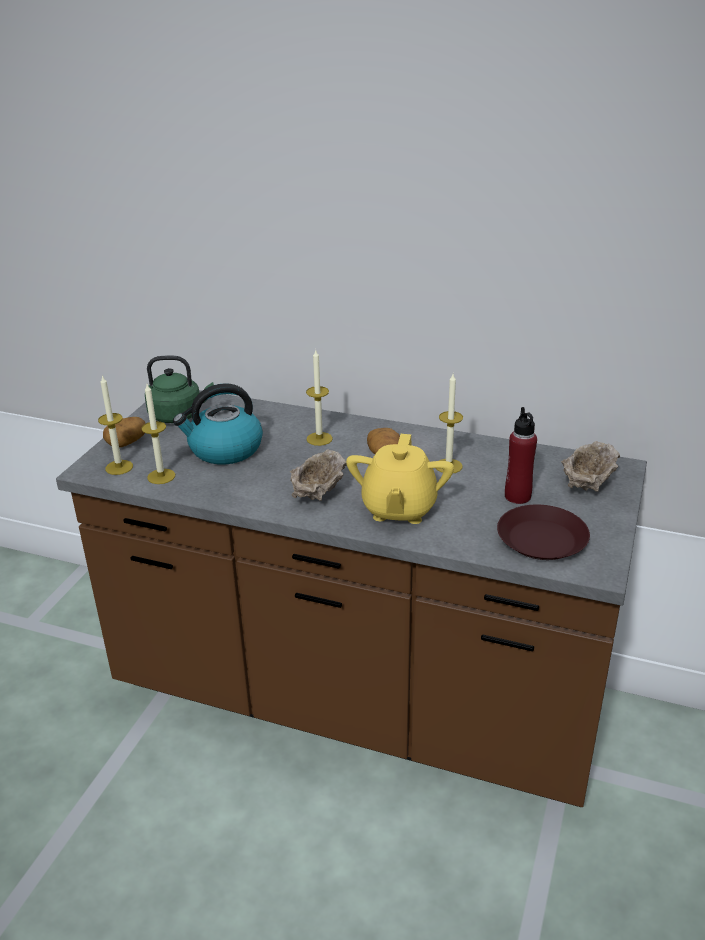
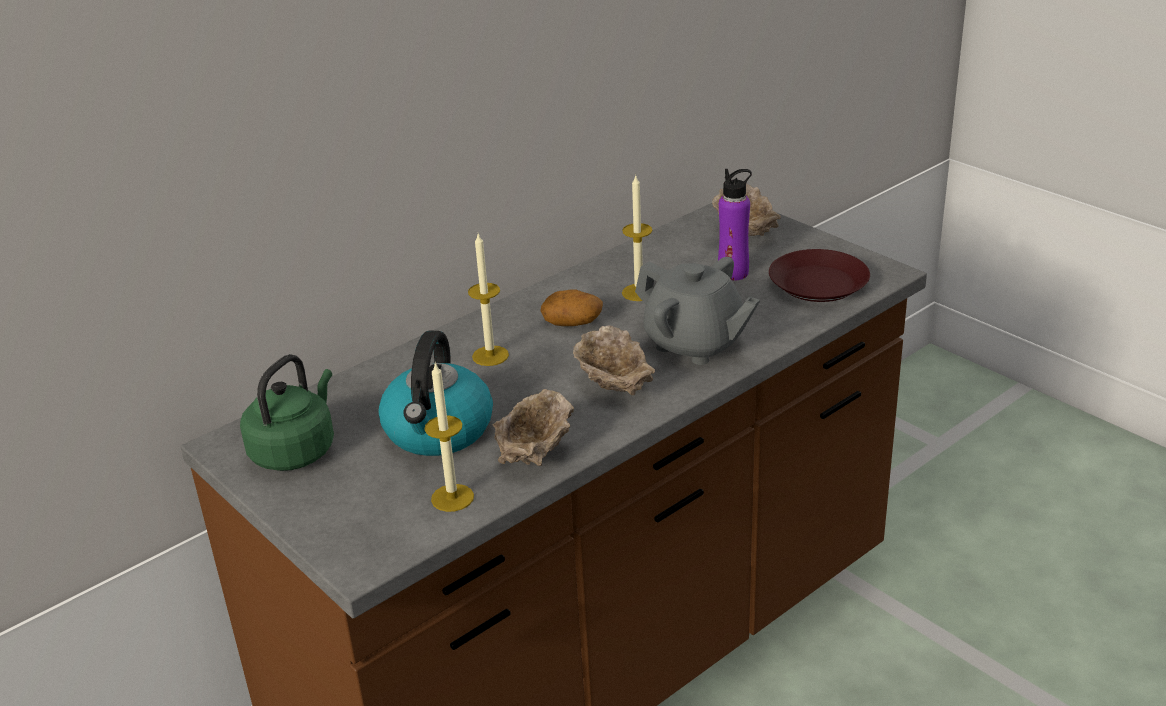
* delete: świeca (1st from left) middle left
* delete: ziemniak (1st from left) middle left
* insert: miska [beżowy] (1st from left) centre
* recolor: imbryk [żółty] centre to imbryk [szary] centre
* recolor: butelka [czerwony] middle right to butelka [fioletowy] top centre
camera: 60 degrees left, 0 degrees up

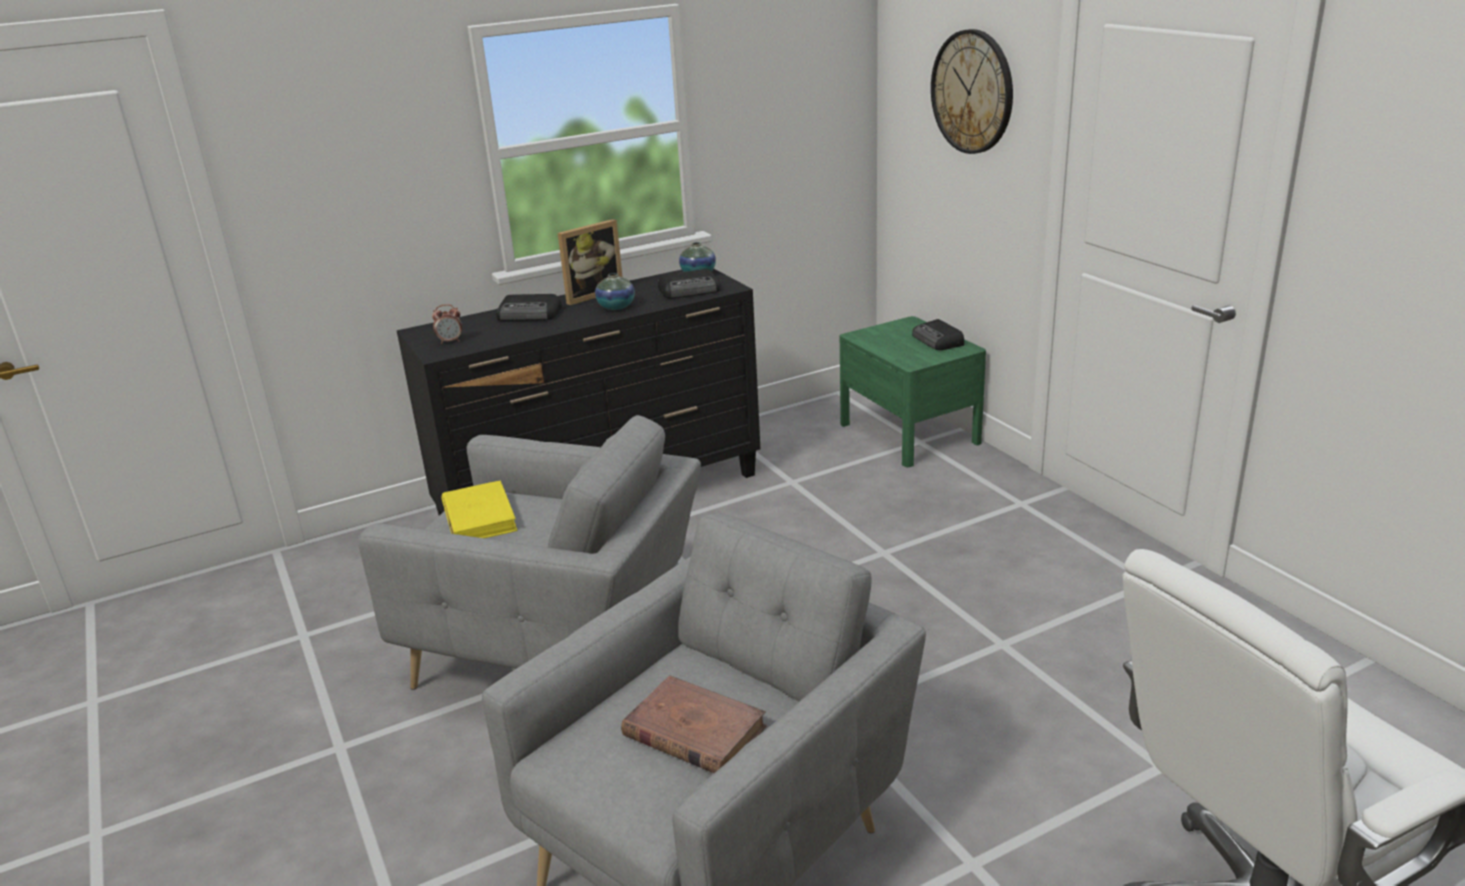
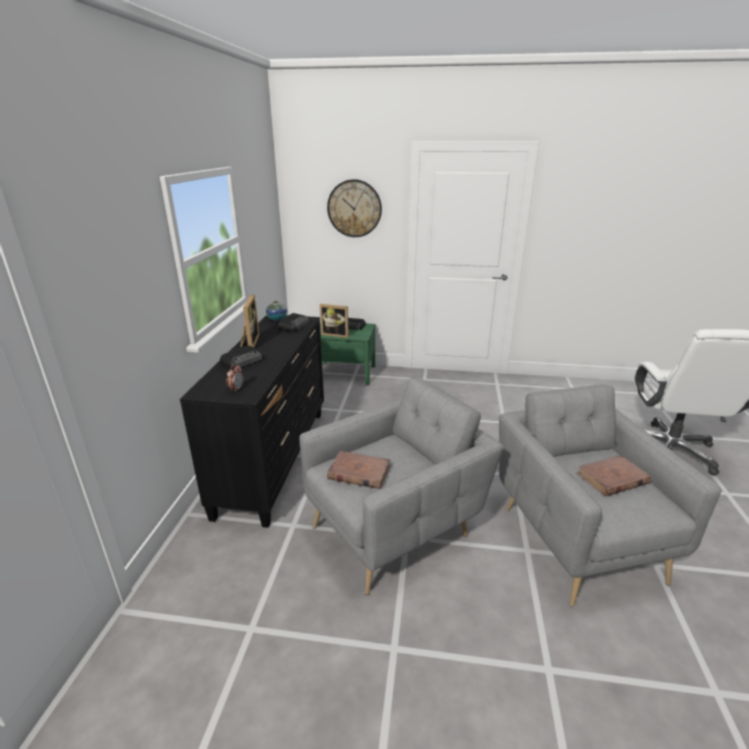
* delete: wazon (1st from left) top centre
* insert: ramka na zdjęcie (2nd from left) centre
* recolor: książka [żółty] middle left to książka [brązowy] (1st from left) centre
camera: 55 degrees left, 0 degrees up

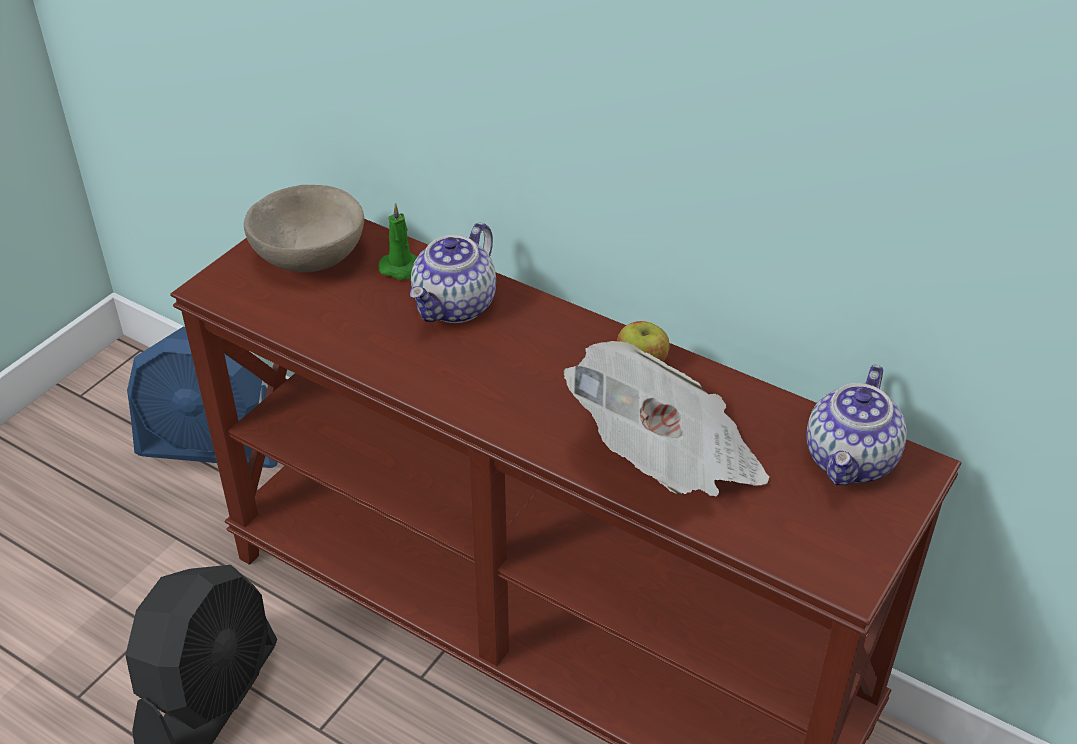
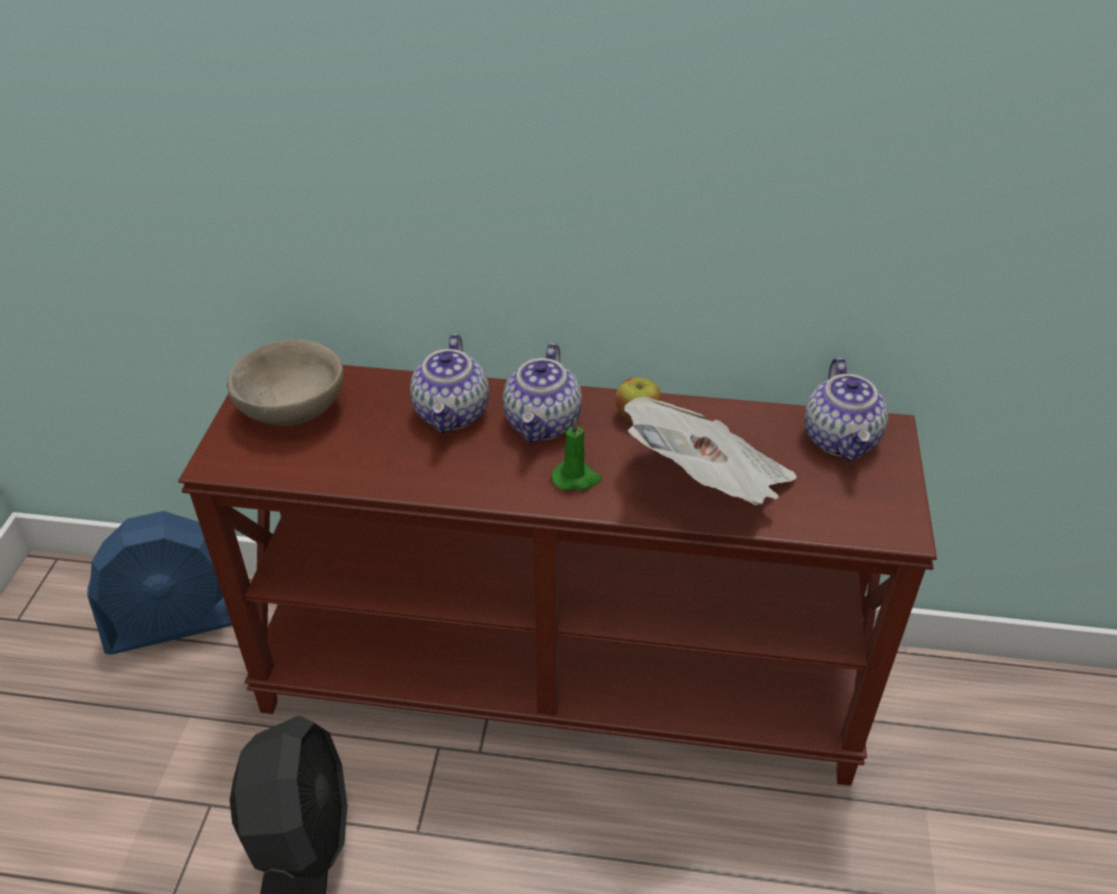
* insert: imbryk (2nd from left) centre
* move: świeca [zielony] top centre to centre
camera: 25 degrees left, 0 degrees up

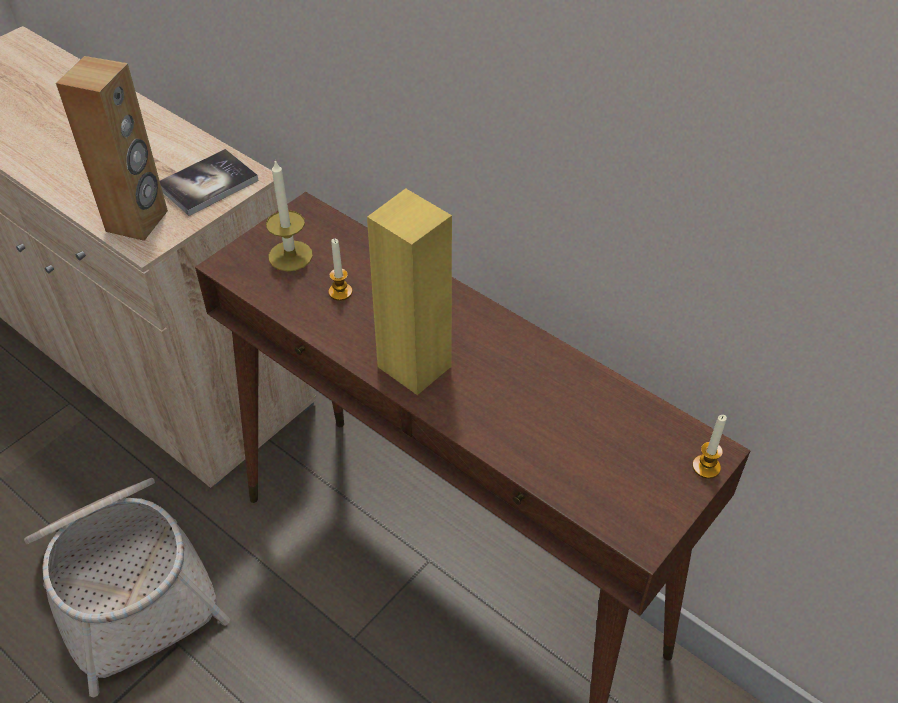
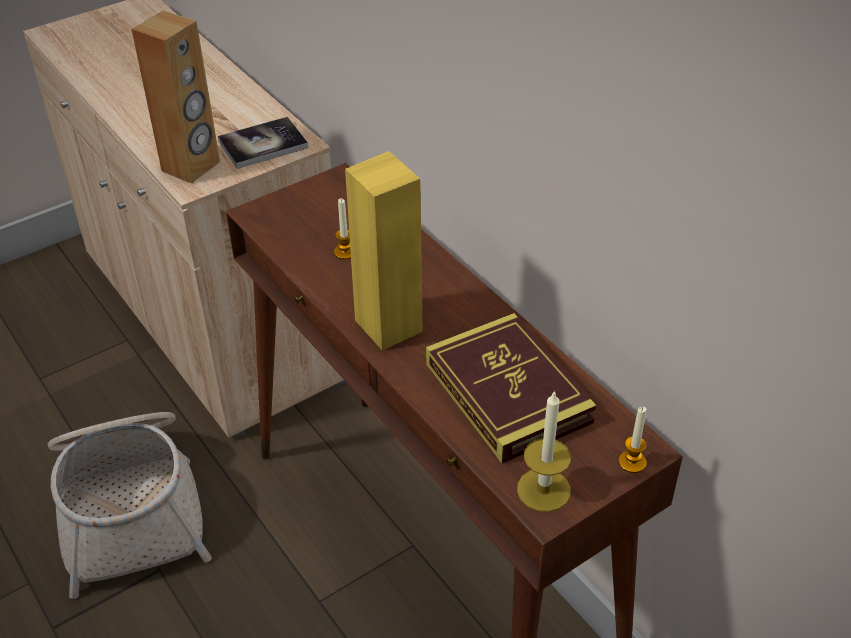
* insert: książka (2nd from left) centre
* move: świeca (1st from left in the first image) top left to świeca (2nd from left) bottom centre
camera: 15 degrees right, 5 degrees down

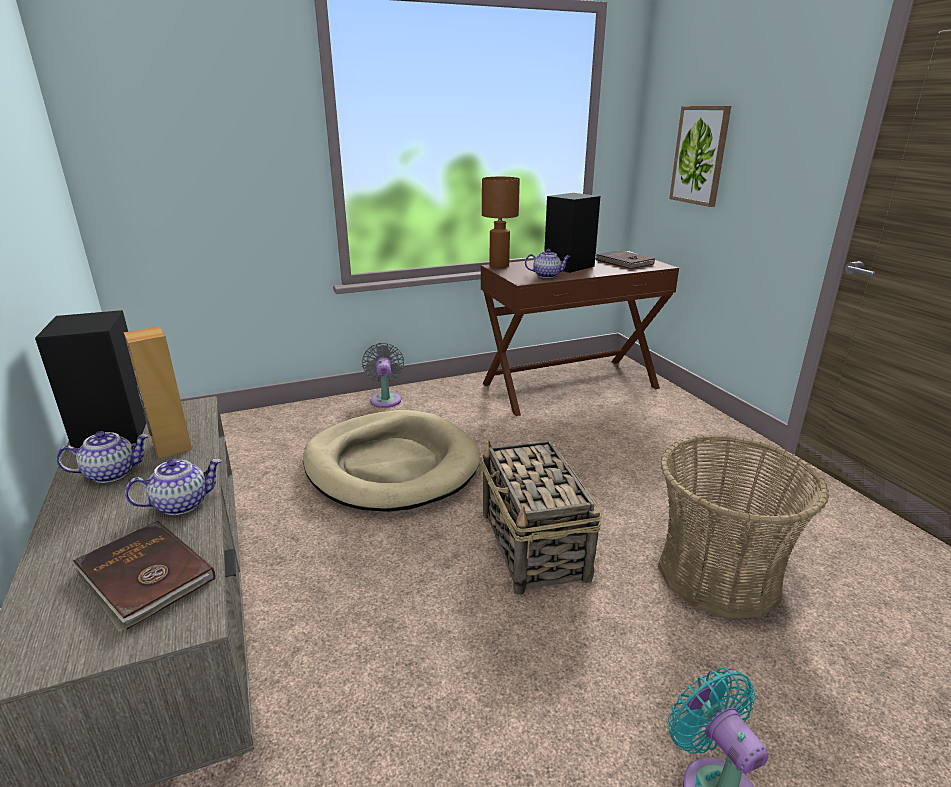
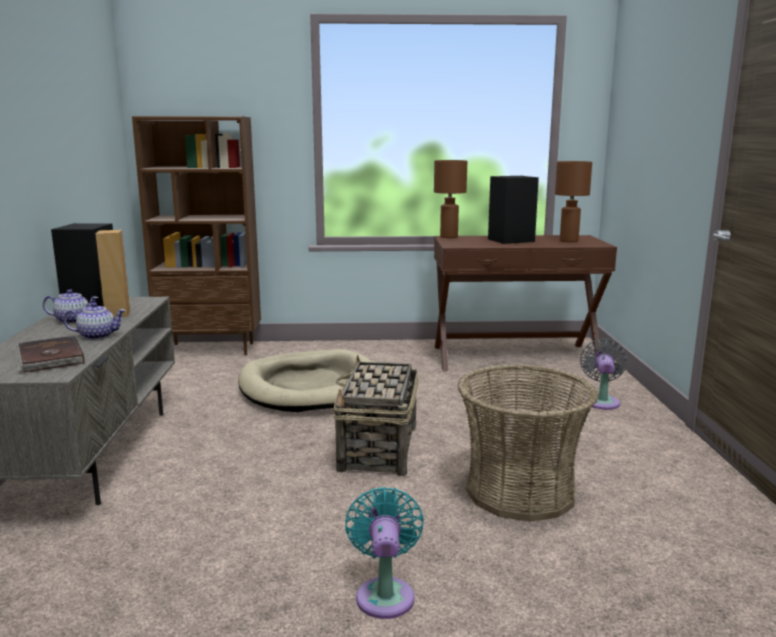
* delete: imbryk (3rd from left) centre
* delete: obraz top right
* insert: regał [brązowy] middle left
* move: wentylator [szary] centre to middle right
* replace: książka [brązowy] (2nd from left) top centre to lampa stołowa [brązowy] (2nd from left) top right
camera: 20 degrees right, 10 degrees down

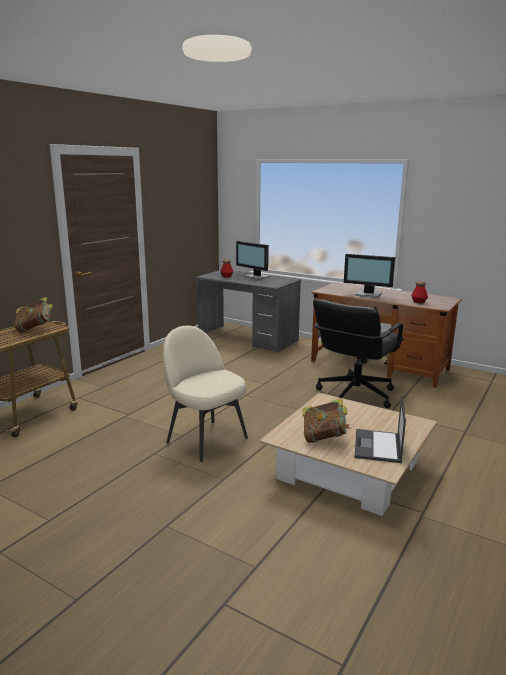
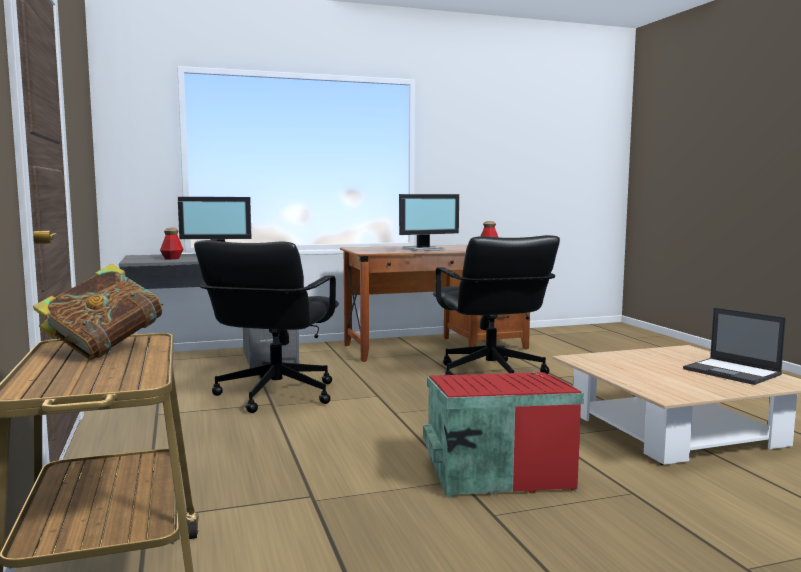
* delete: książka (2nd from left) centre
* insert: krzesło biurowe [czarny] (1st from left) middle left
* replace: krzesło [beżowy] centre to pojemnik do przechowywania [czerwony] bottom centre
camera: 50 degrees left, 10 degrees down

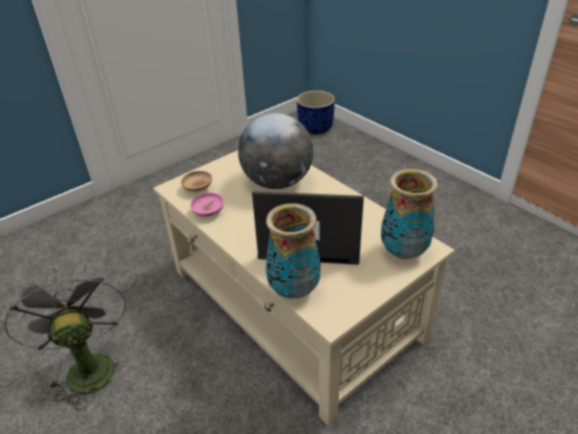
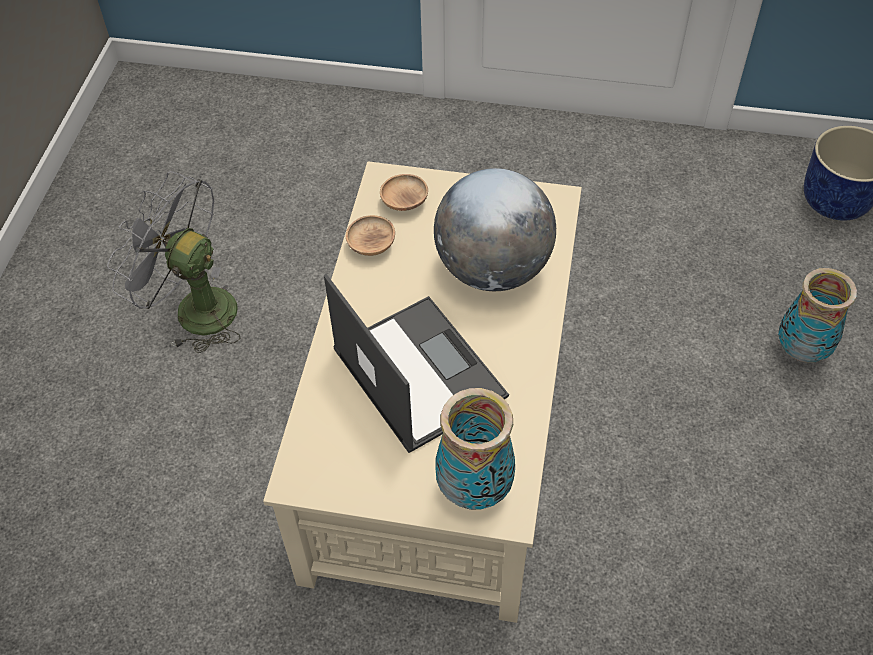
* move: wazon (1st from left in the first image) centre to wazon (2nd from left) middle right
* recolor: miska [różowy] centre to miska [brązowy] (1st from left) centre
* rotate: wentylator [szary] bottom left = middle left 90 degrees counterclockwise
camera: 50 degrees right, 15 degrees up

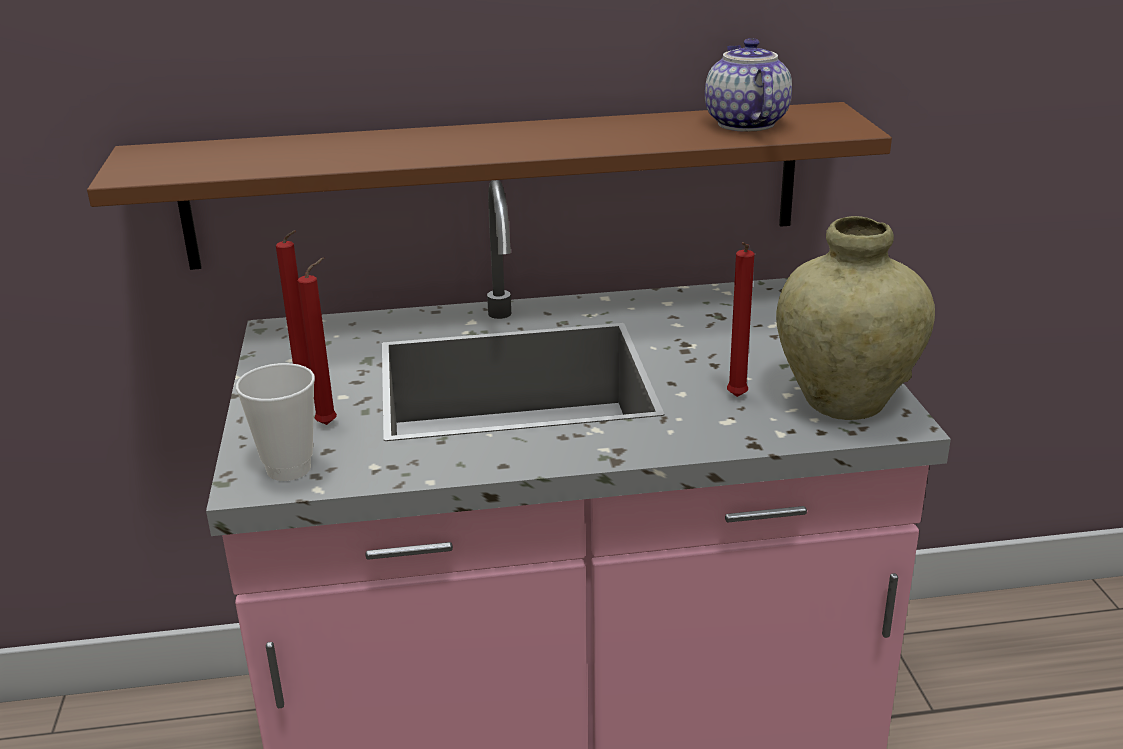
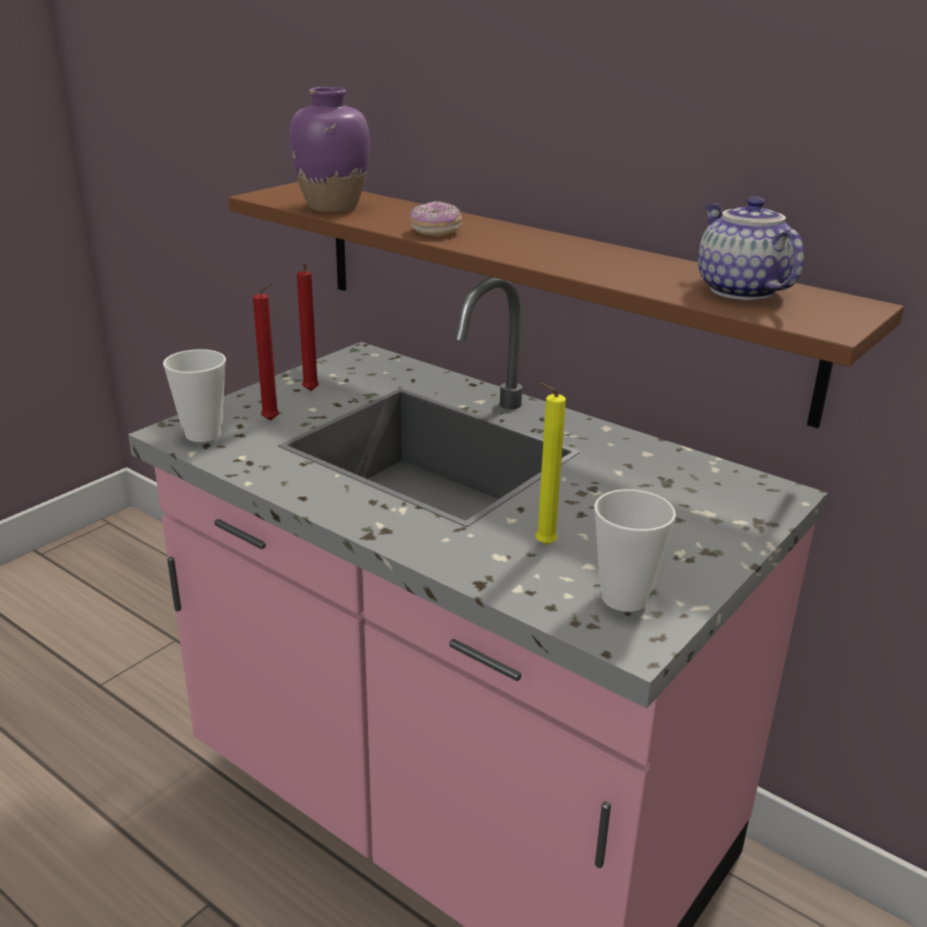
* insert: wazon [fioletowy] top centre
* insert: donut top centre
* replace: wazon [beżowy] middle right to filiżanka (2nd from left) middle right
* recolor: świeca [czerwony] (3rd from left) centre to świeca [żółty] centre
* rotate: imbryk top centre = top right 60 degrees counterclockwise
camera: 45 degrees right, 0 degrees up

